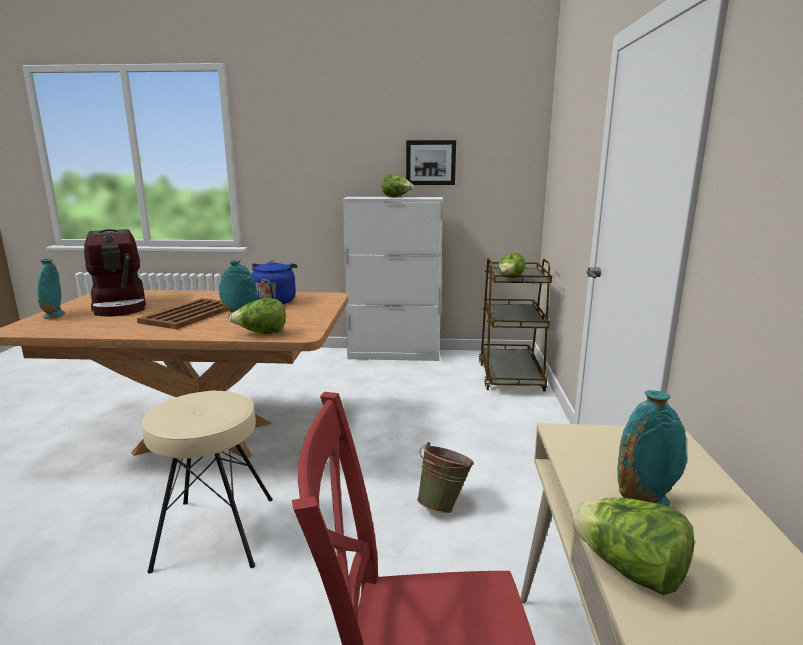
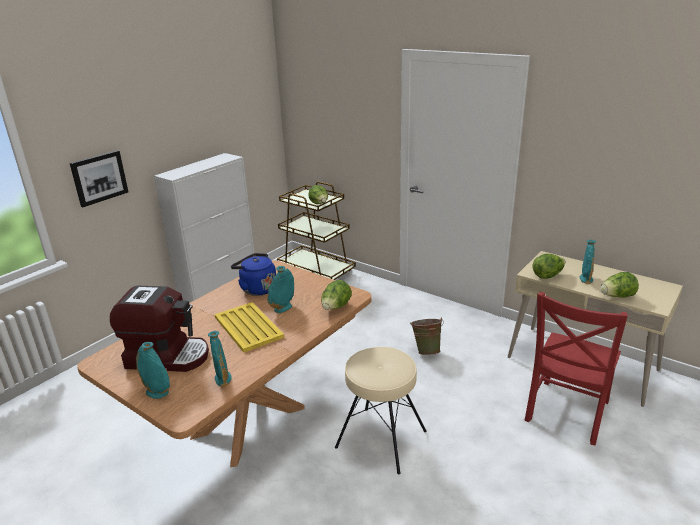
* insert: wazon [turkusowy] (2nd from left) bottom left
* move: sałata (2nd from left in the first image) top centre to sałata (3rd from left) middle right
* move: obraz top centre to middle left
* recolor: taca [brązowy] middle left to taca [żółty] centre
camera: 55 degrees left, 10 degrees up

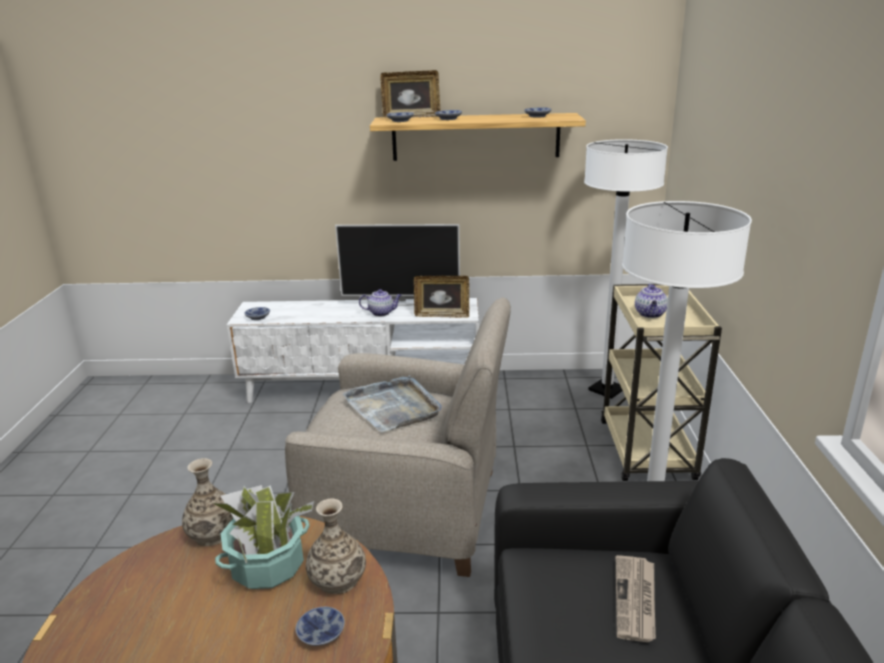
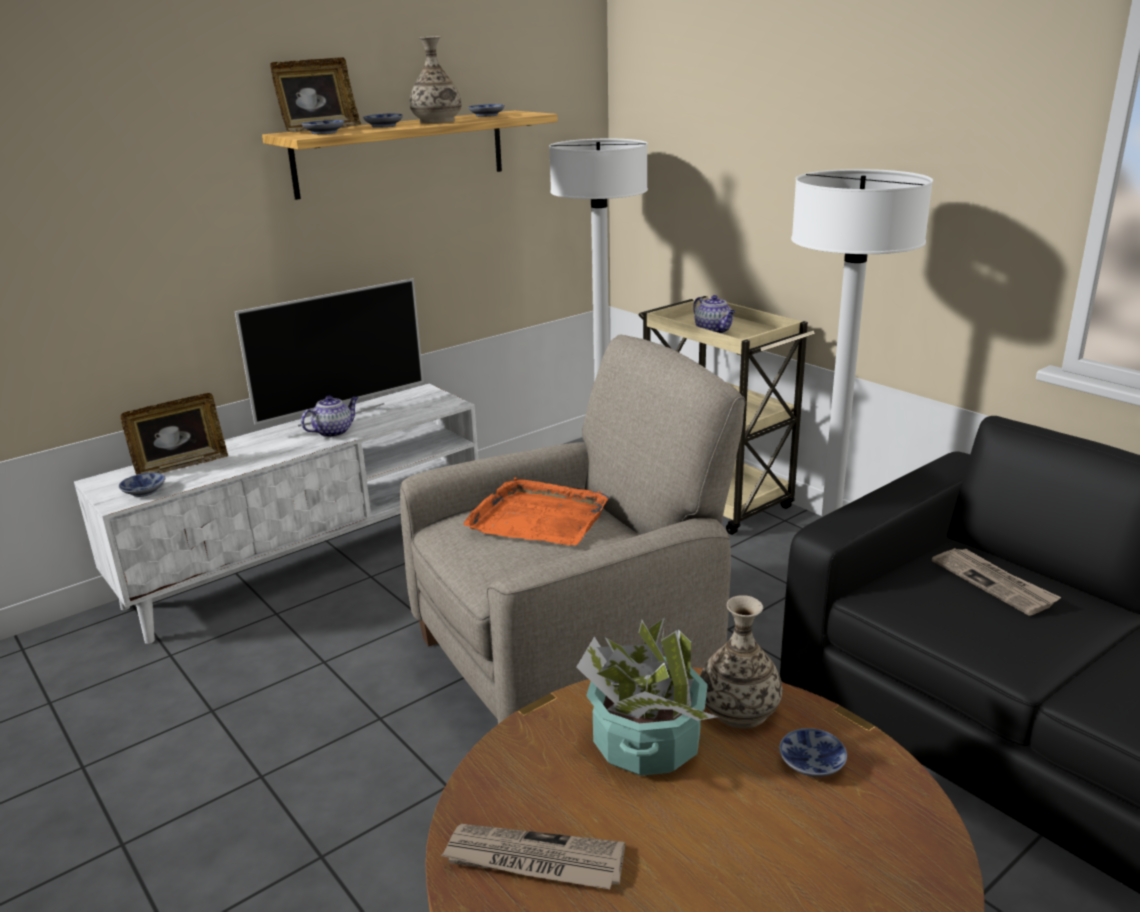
* insert: gazeta (1st from left) bottom centre
* move: wazon (1st from left) bottom left to top centre
* move: ramka na zdjęcie (2nd from left in the first image) centre to ramka na zdjęcie (1st from left) middle left
* recolor: taca [szary] centre to taca [pomarańczowy] centre
camera: 40 degrees left, 0 degrees up

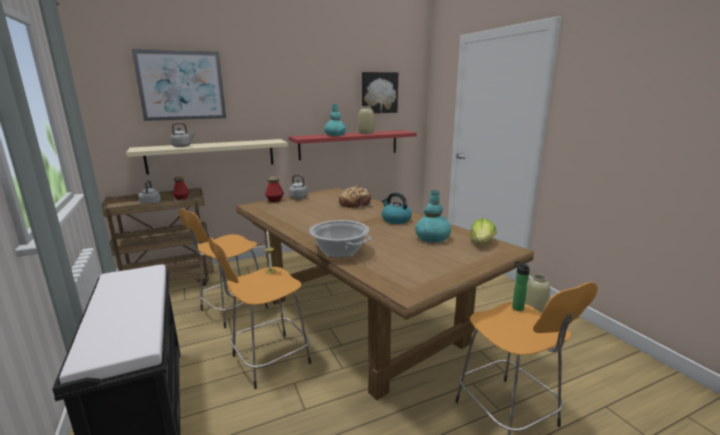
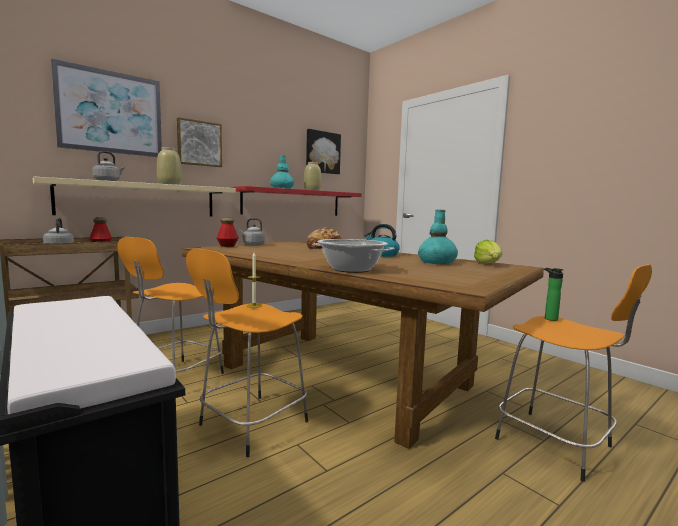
* insert: obraz (2nd from left) top left
* move: wazon [beżowy] (2nd from left in the first image) bottom right to wazon [beżowy] (1st from left) top left
camera: 15 degrees left, 10 degrees down

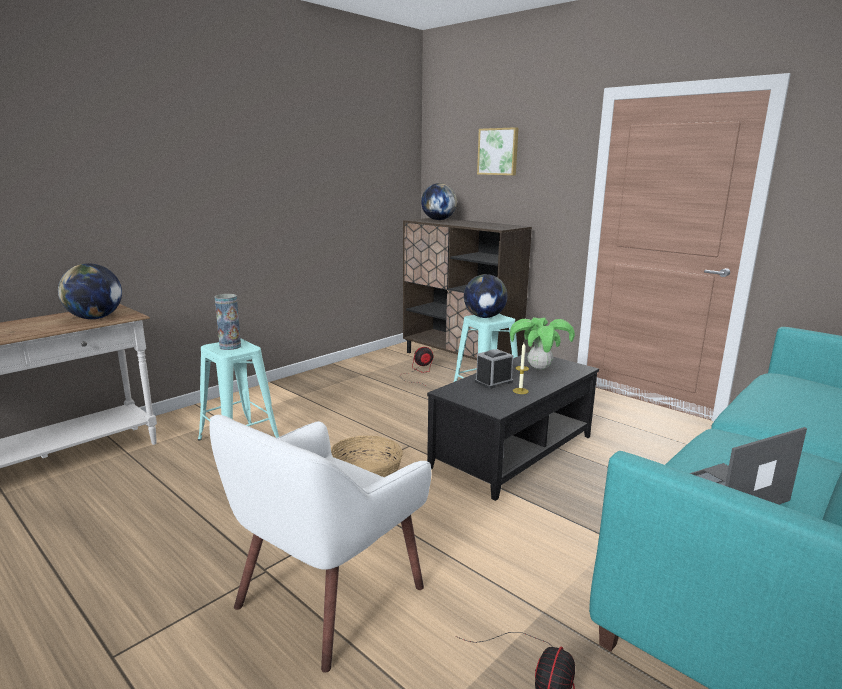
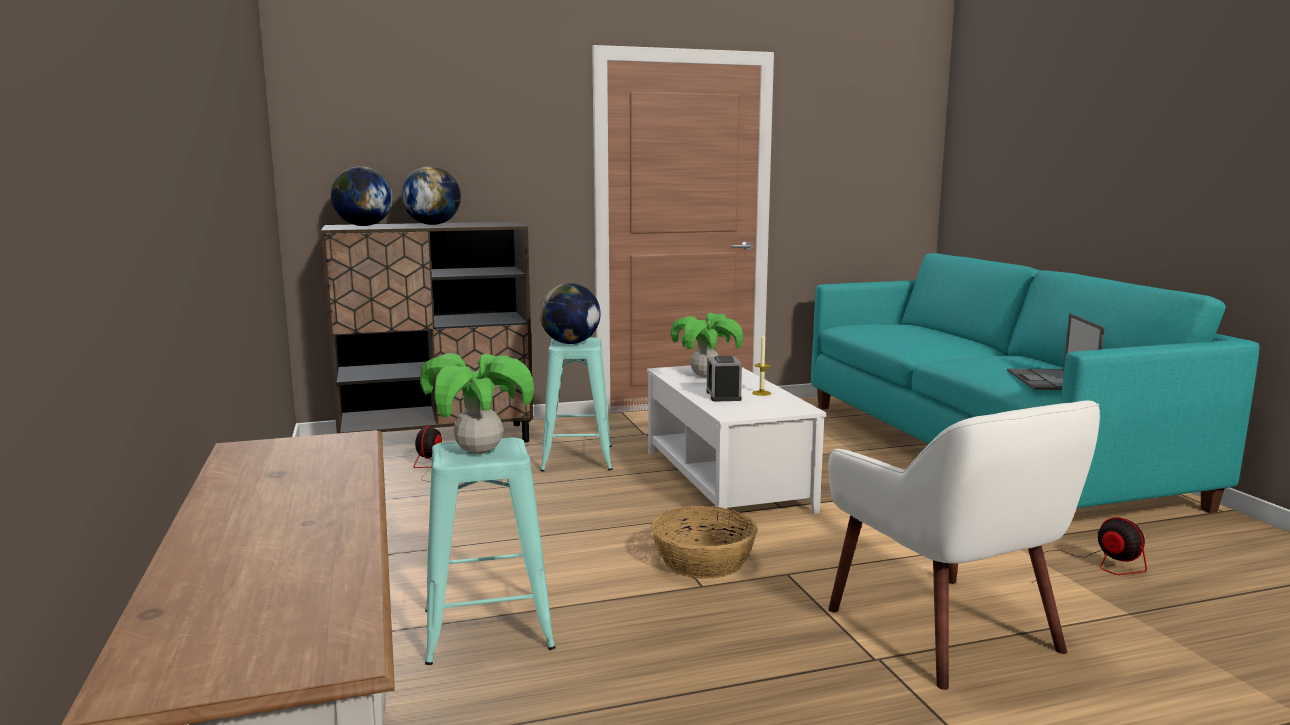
* delete: obraz top centre
* move: globus (1st from left in the first image) middle left to globus (2nd from left) top centre
* replace: wazon middle left to roślina doniczkowa (1st from left) centre
* recolor: ława [czarny] centre to ława [biały] centre
camera: 60 degrees left, 5 degrees down

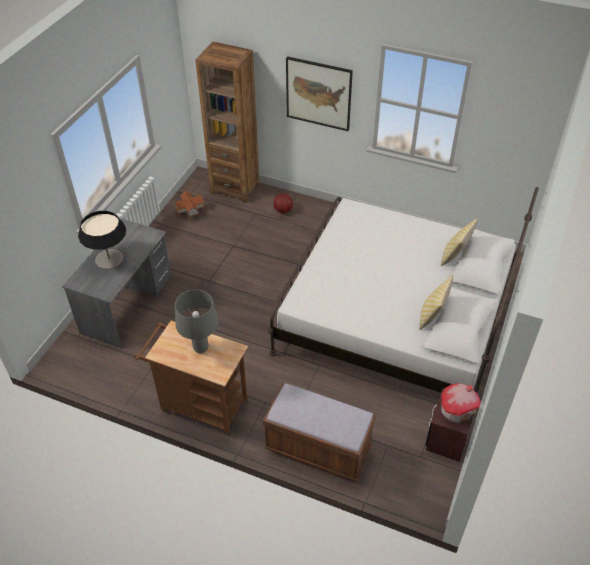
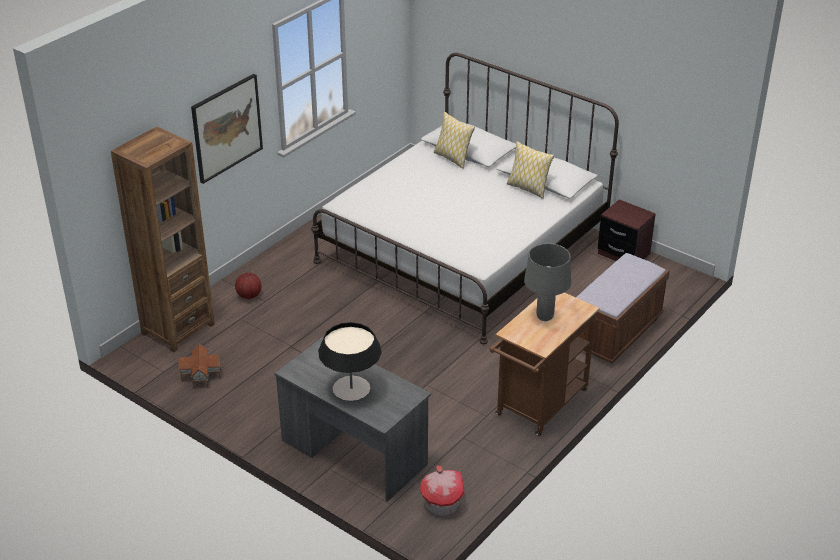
* move: domek (2nd from left) bottom right to bottom centre
camera: 75 degrees left, 10 degrees down

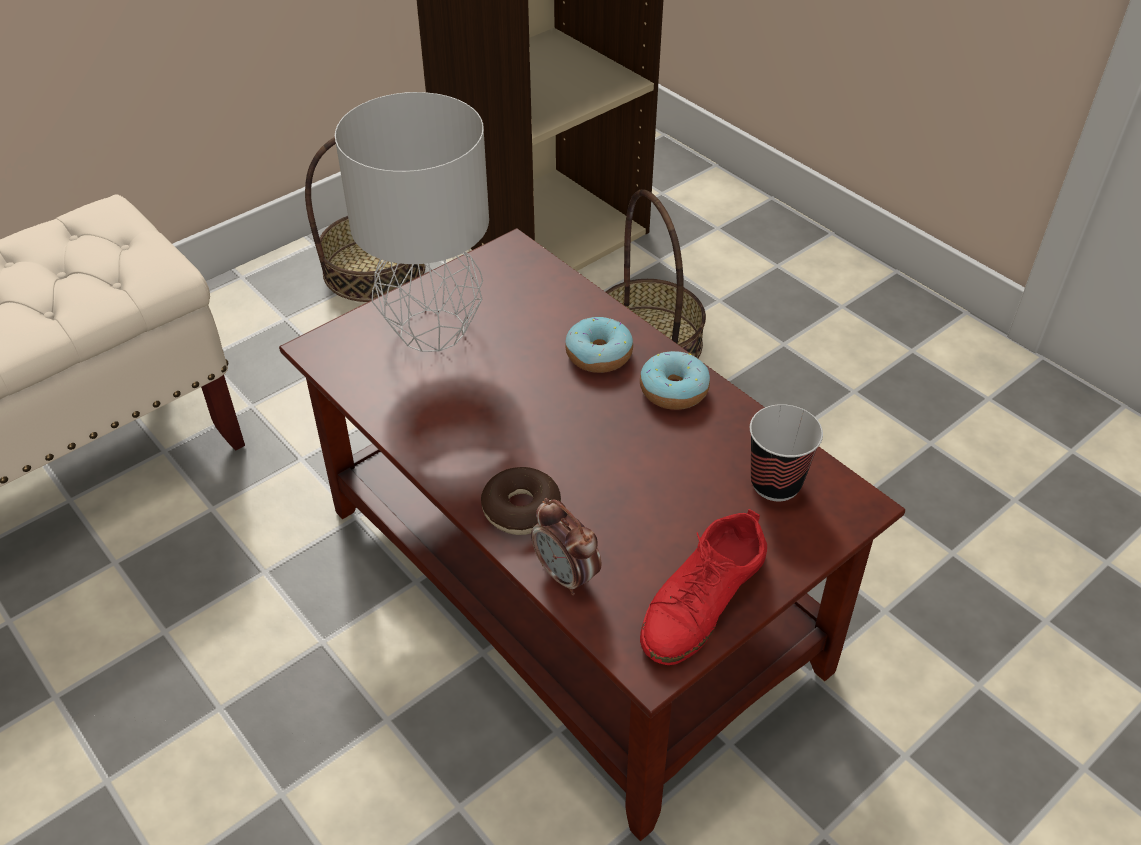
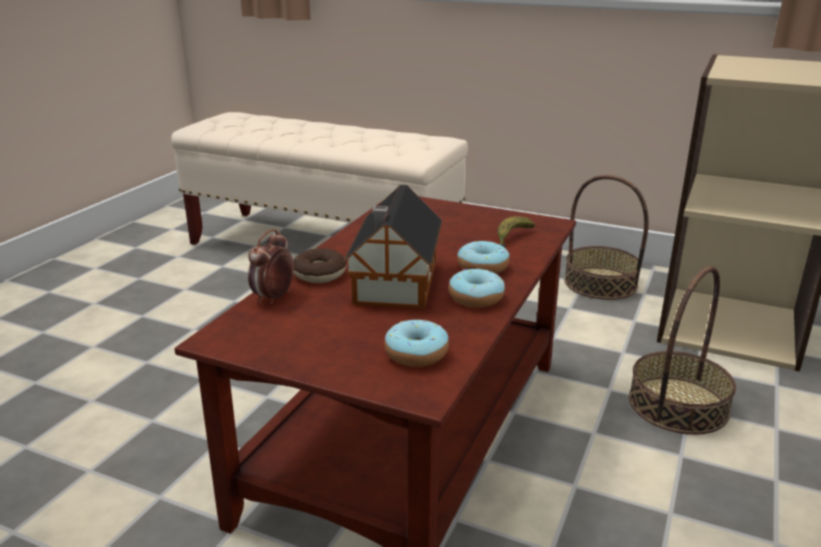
* delete: lampa stołowa [szary] top centre
* delete: but [czerwony] bottom centre
* insert: domek centre
* insert: banan centre
* replace: filiżanka middle right to donut (2nd from left) centre
camera: 65 degrees right, 20 degrees down

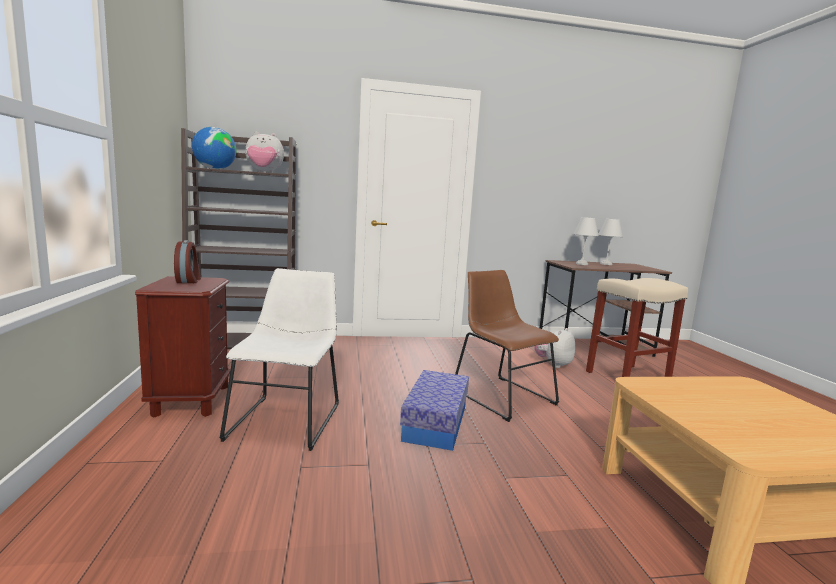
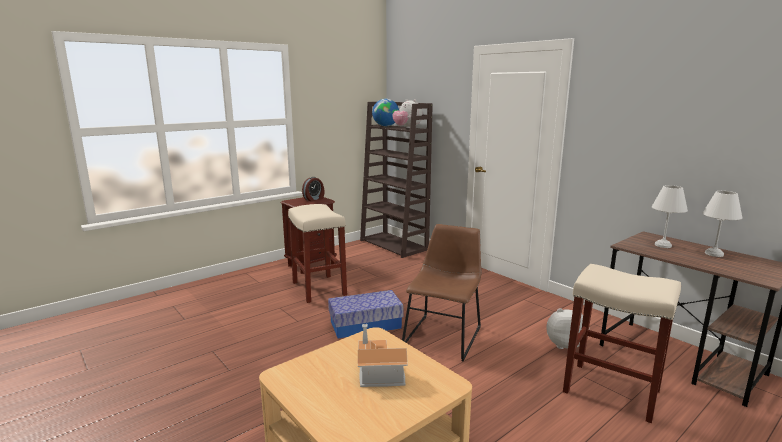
* insert: domek bottom centre
* replace: krzesło [biały] centre to stołek [beżowy] (1st from left) centre
camera: 60 degrees right, 5 degrees up

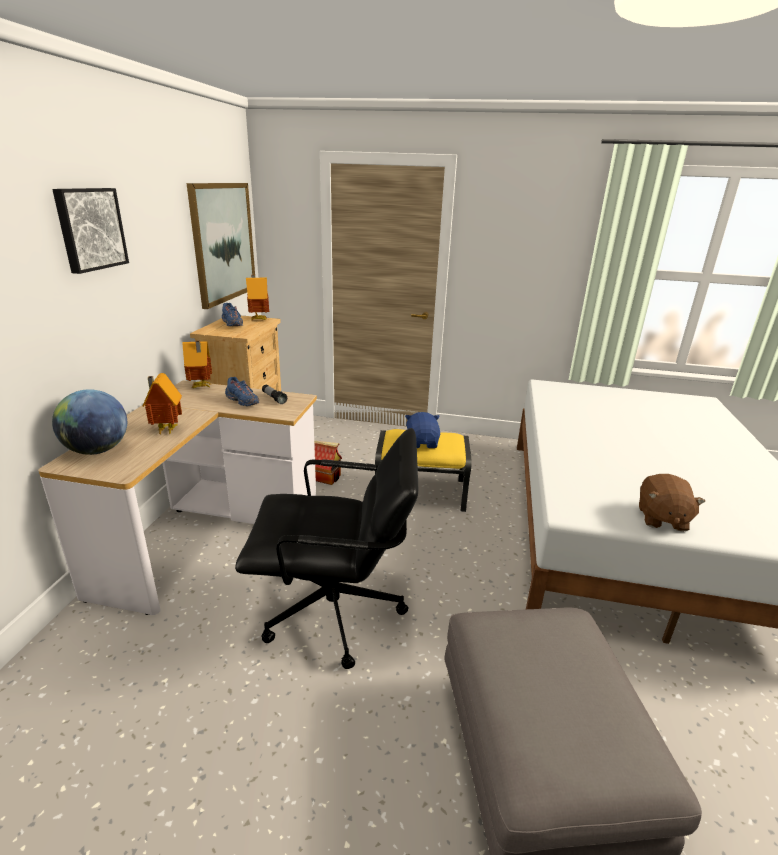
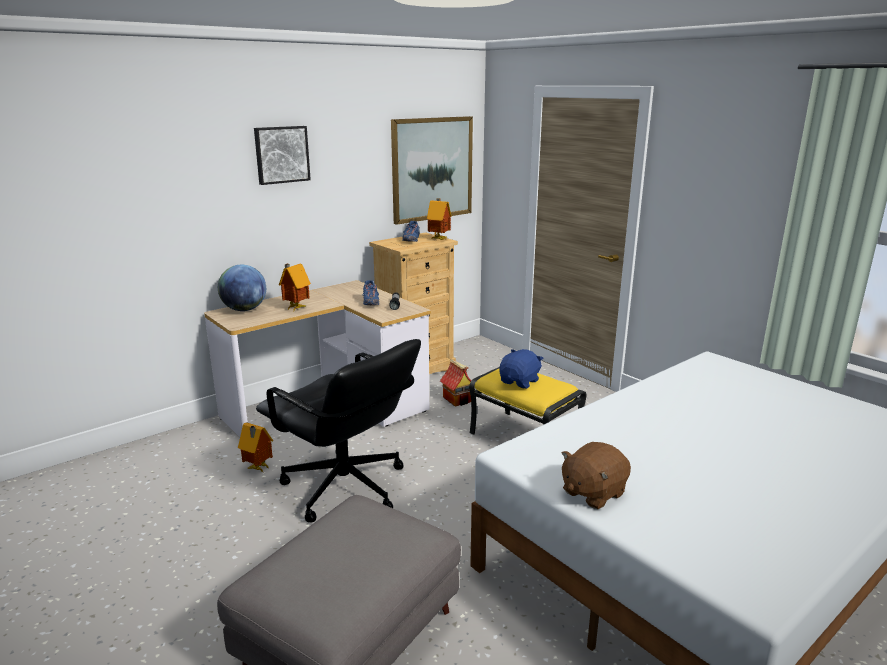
* move: domek (2nd from left in the first image) middle left to domek (1st from left) bottom left
camera: 40 degrees right, 5 degrees down

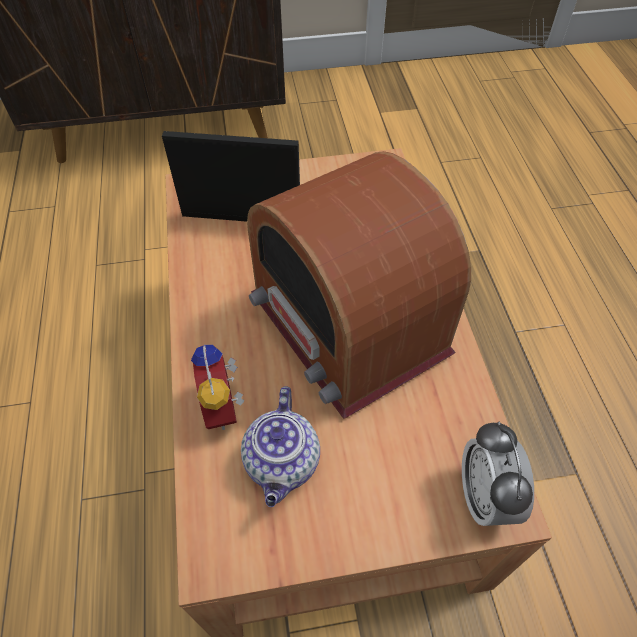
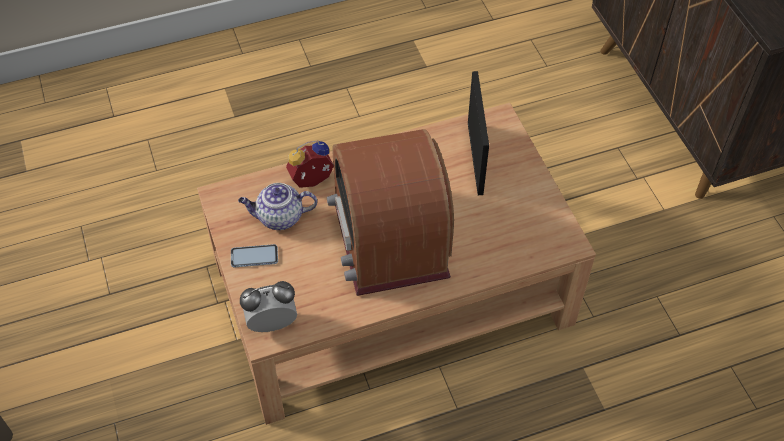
* insert: telefon middle left
* rotate: radio centre = centre 60 degrees counterclockwise
camera: 80 degrees right, 0 degrees up

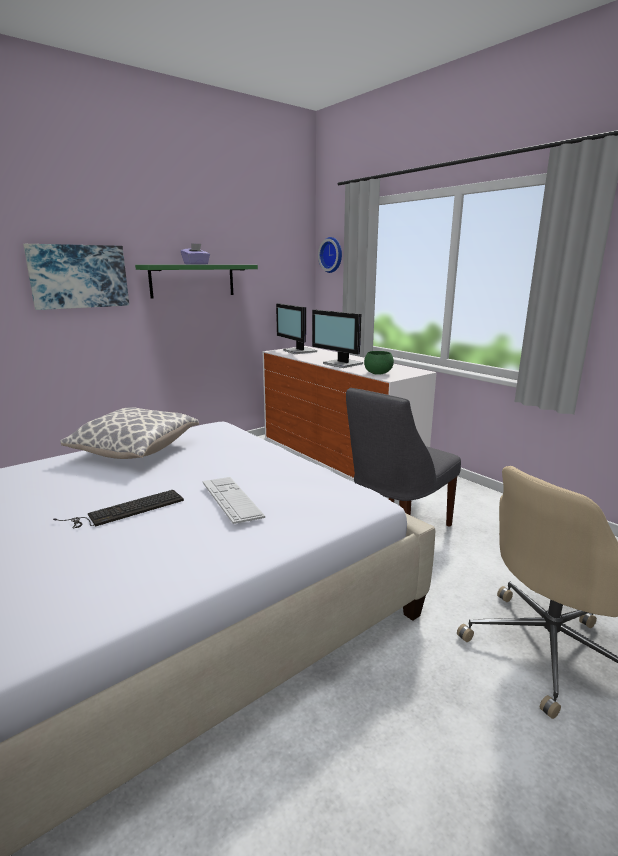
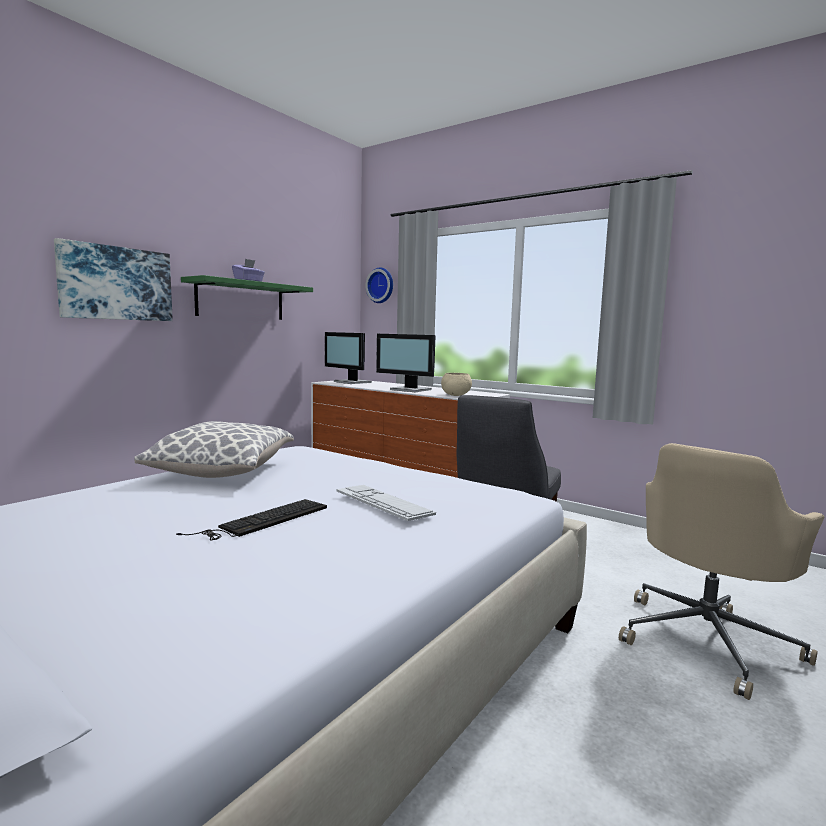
* recolor: miska [zielony] centre to miska [beżowy] centre
camera: 15 degrees left, 10 degrees down

